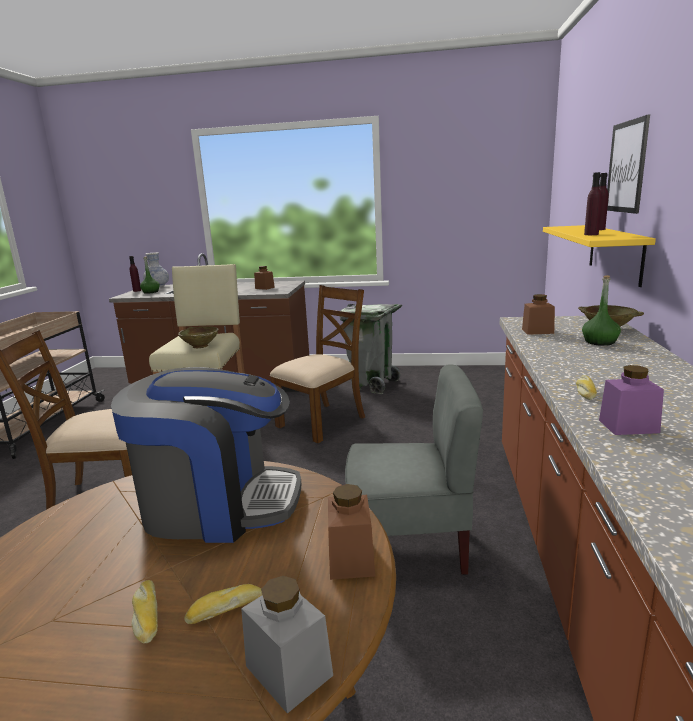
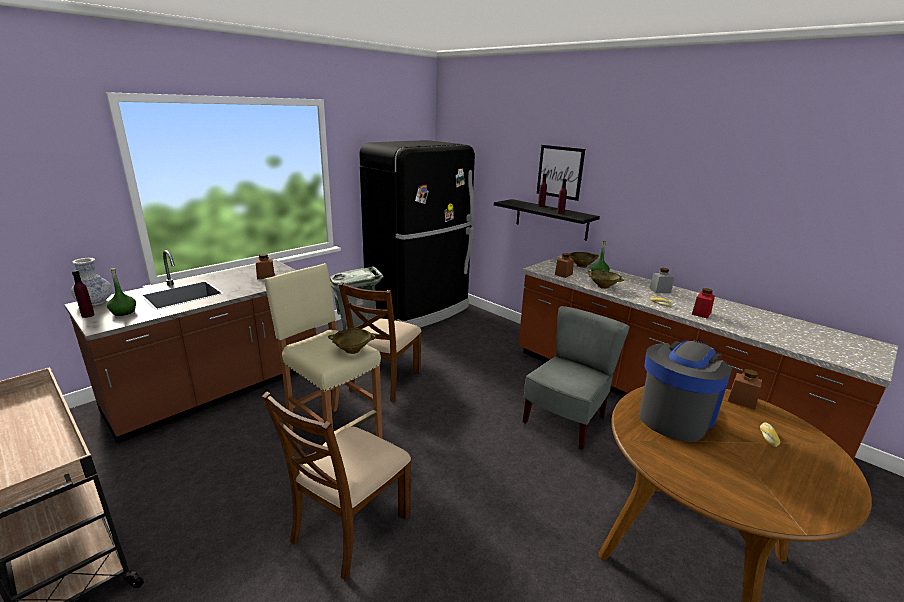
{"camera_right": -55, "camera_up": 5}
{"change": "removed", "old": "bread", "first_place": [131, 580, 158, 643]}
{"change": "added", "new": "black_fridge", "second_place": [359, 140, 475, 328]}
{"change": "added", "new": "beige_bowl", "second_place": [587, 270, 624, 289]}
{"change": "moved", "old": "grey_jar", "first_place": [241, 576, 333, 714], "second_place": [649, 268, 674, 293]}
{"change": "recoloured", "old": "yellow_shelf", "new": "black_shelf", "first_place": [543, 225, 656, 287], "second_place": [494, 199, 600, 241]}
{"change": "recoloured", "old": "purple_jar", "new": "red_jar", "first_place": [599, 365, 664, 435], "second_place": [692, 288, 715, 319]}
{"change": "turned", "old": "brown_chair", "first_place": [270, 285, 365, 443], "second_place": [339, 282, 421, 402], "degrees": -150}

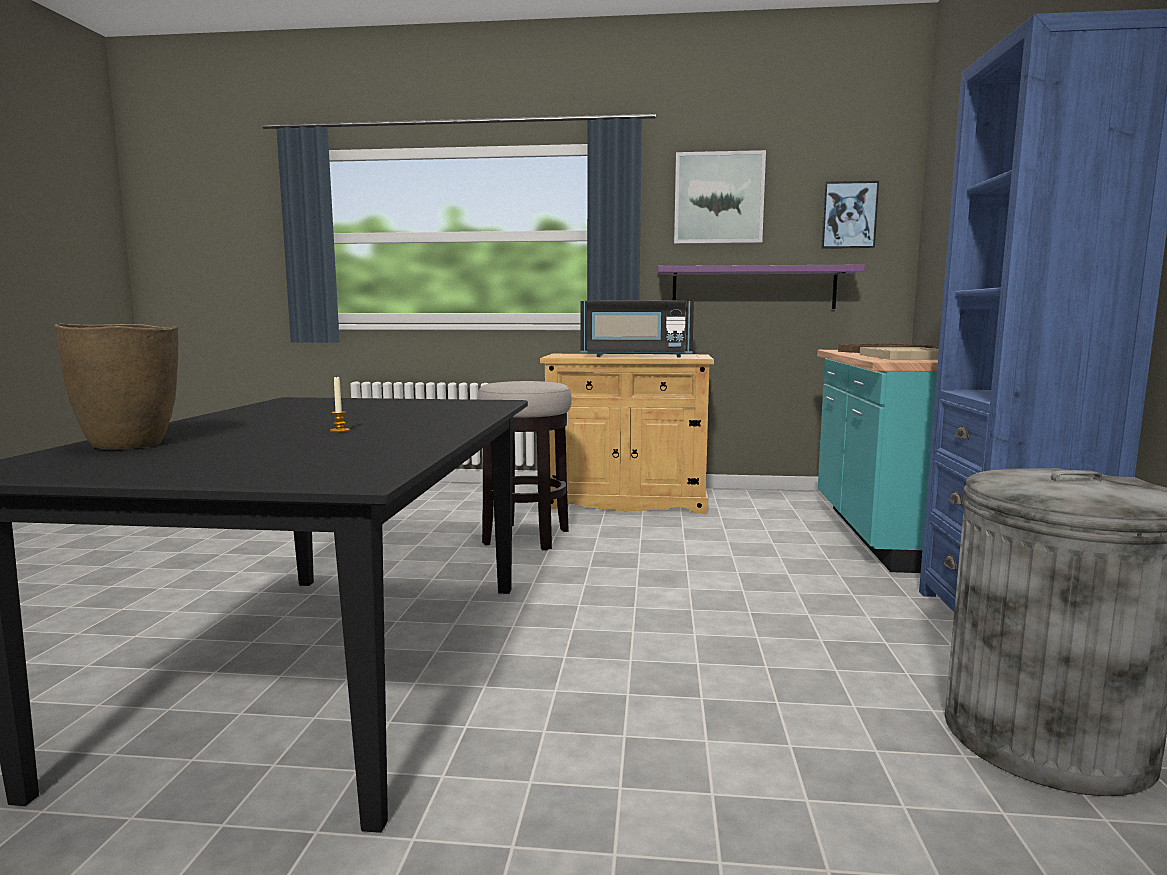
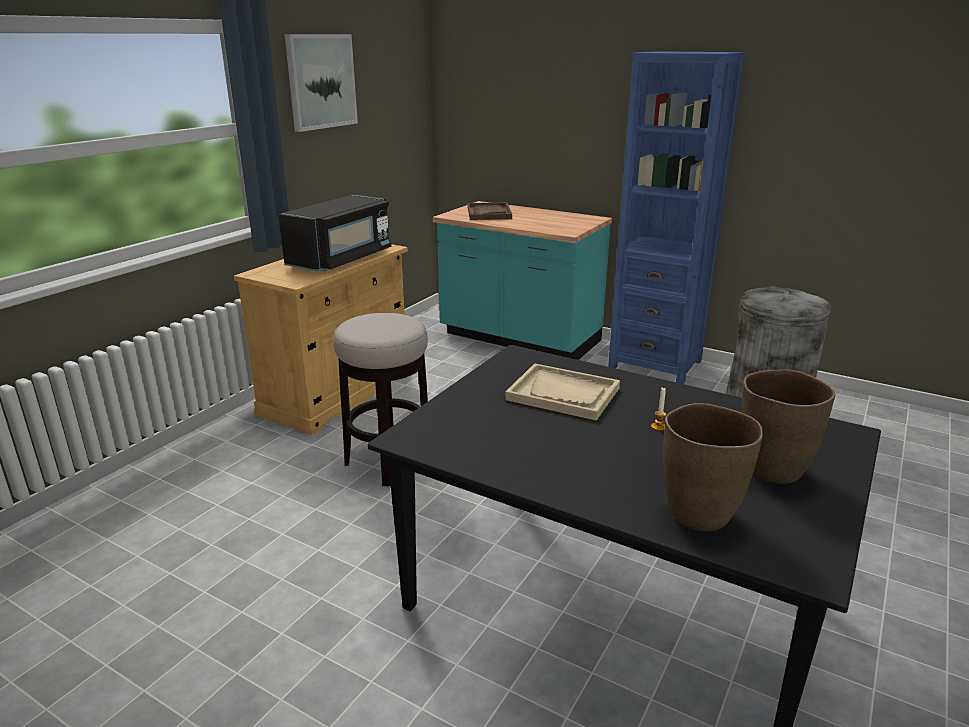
{"camera_right": -65, "camera_up": 15}
{"change": "removed", "old": "purple_shelf", "first_place": [658, 264, 865, 309]}
{"change": "removed", "old": "picture", "first_place": [821, 181, 879, 249]}
{"change": "added", "new": "brown_vase", "second_place": [742, 369, 835, 484]}
{"change": "moved", "old": "beige_tray", "first_place": [860, 347, 939, 360], "second_place": [505, 363, 620, 421]}

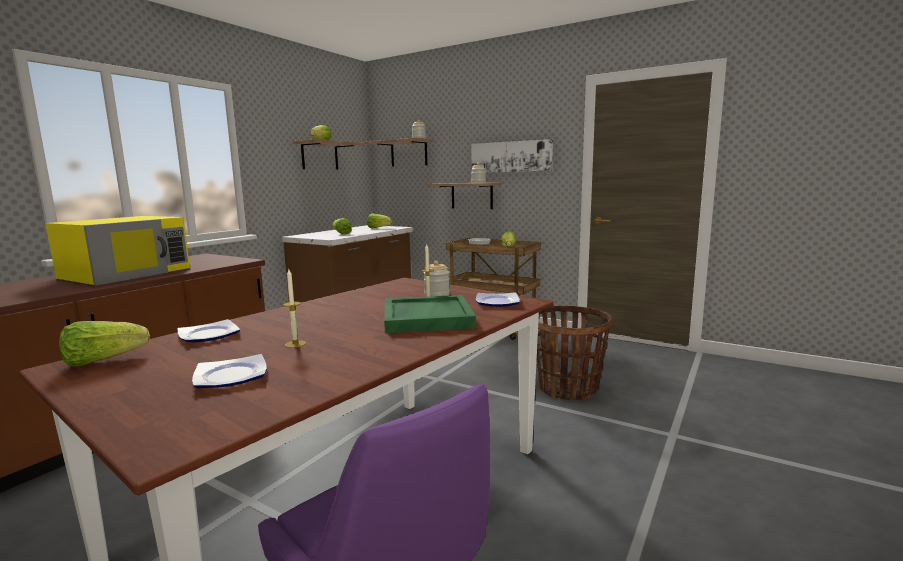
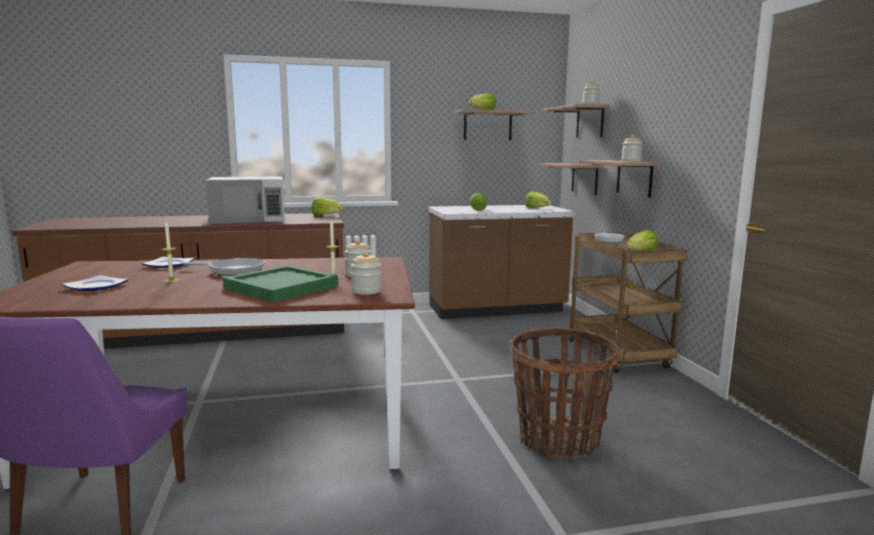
{"camera_right": 45, "camera_up": 0}
{"change": "removed", "old": "picture", "first_place": [471, 139, 553, 172]}
{"change": "added", "new": "frying_pan", "second_place": [181, 258, 265, 276]}
{"change": "added", "new": "shelf", "second_place": [539, 163, 604, 195]}
{"change": "moved", "old": "lettuce", "first_place": [59, 321, 150, 366], "second_place": [312, 197, 343, 215]}
{"change": "replaced", "old": "plate", "new": "jar", "first_place": [476, 292, 520, 307], "second_place": [351, 251, 381, 295]}
{"change": "recoloured", "old": "yellow_microwave", "new": "white_microwave", "first_place": [45, 216, 190, 285], "second_place": [206, 177, 285, 224]}

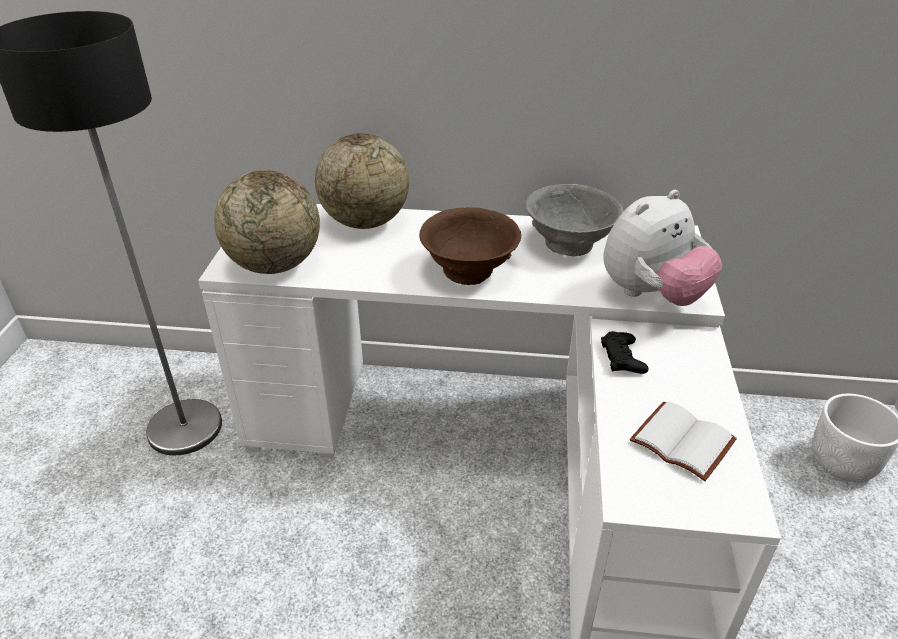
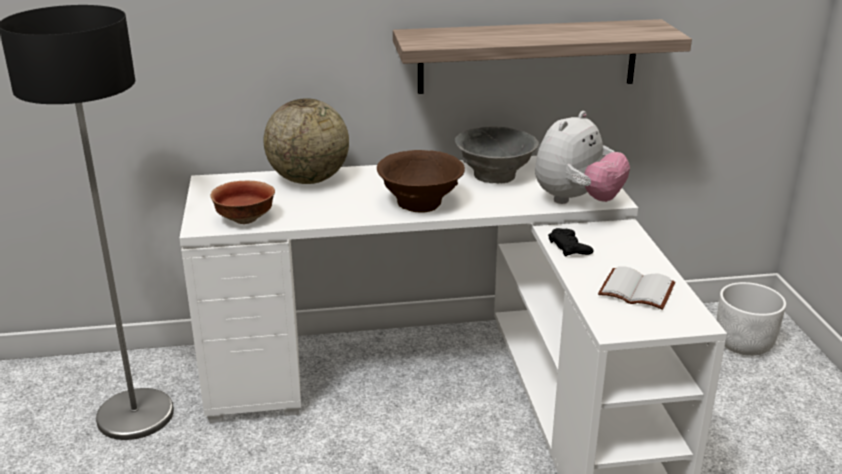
{"camera_right": -15, "camera_up": -10}
{"change": "added", "new": "shelf", "second_place": [393, 19, 692, 94]}
{"change": "replaced", "old": "globe", "new": "bowl", "first_place": [214, 170, 320, 274], "second_place": [210, 181, 275, 224]}

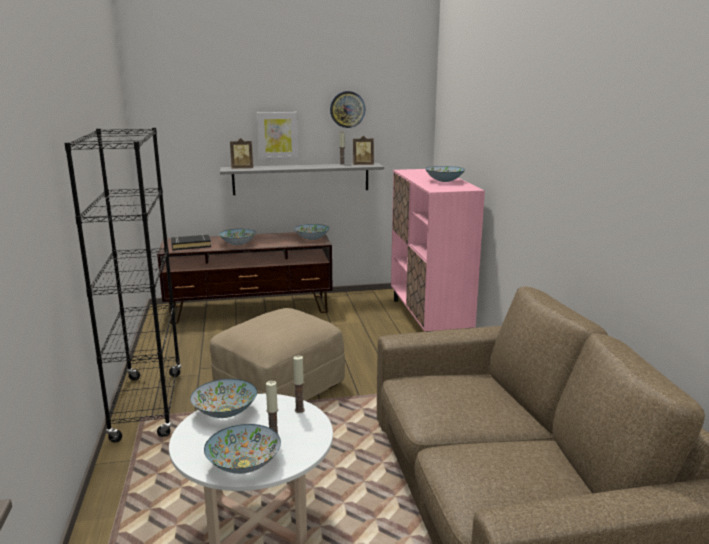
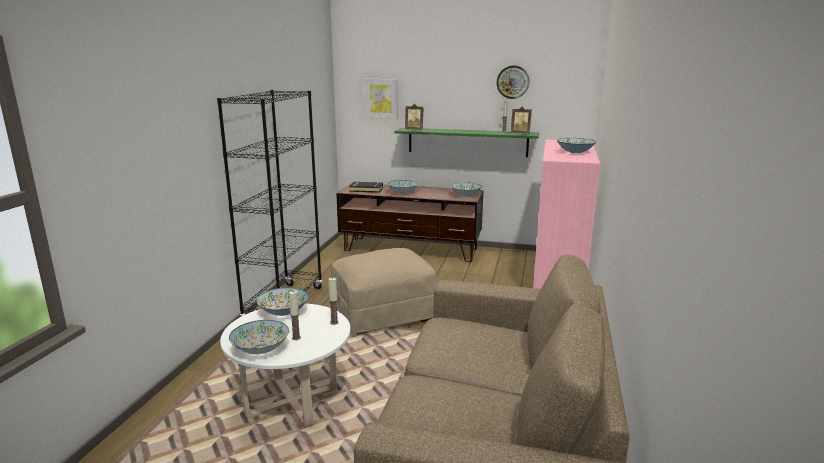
{"camera_right": 25, "camera_up": 0}
{"change": "moved", "old": "picture", "first_place": [257, 112, 299, 159], "second_place": [364, 79, 398, 119]}
{"change": "recoloured", "old": "grey_shelf", "new": "green_shelf", "first_place": [220, 163, 384, 195], "second_place": [394, 128, 539, 157]}

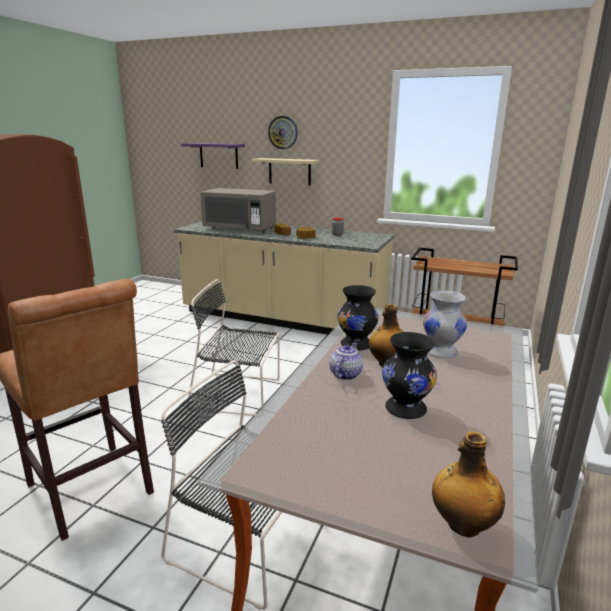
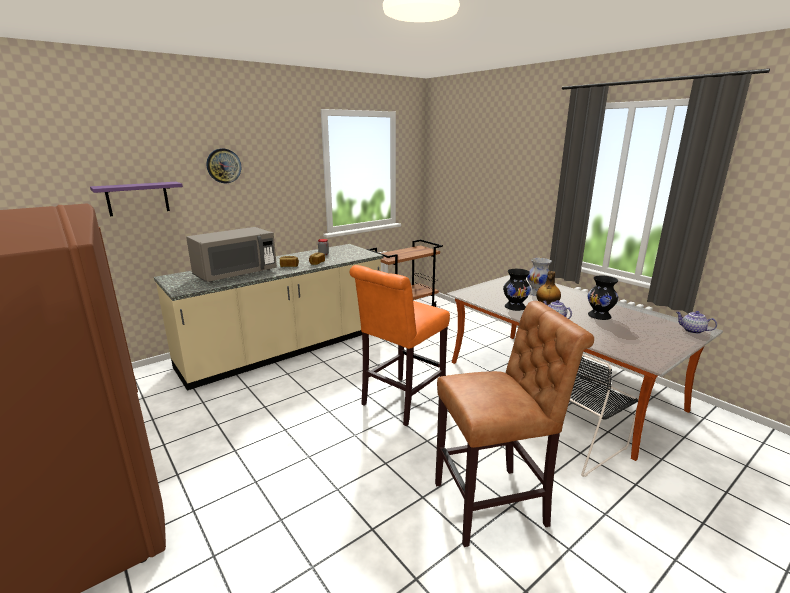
{"camera_right": -60, "camera_up": 0}
{"change": "removed", "old": "beige_shelf", "first_place": [252, 158, 320, 185]}
{"change": "replaced", "old": "black_chair", "new": "orange_stool", "first_place": [187, 279, 280, 416], "second_place": [350, 265, 450, 426]}
{"change": "replaced", "old": "bottle", "new": "teapot", "first_place": [432, 431, 505, 537], "second_place": [676, 311, 717, 334]}

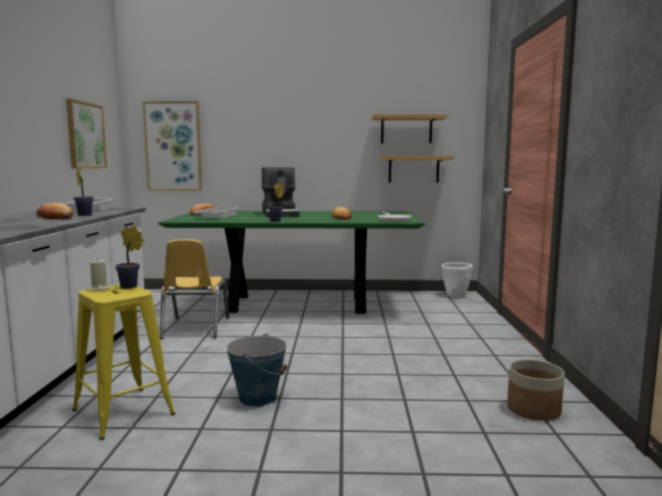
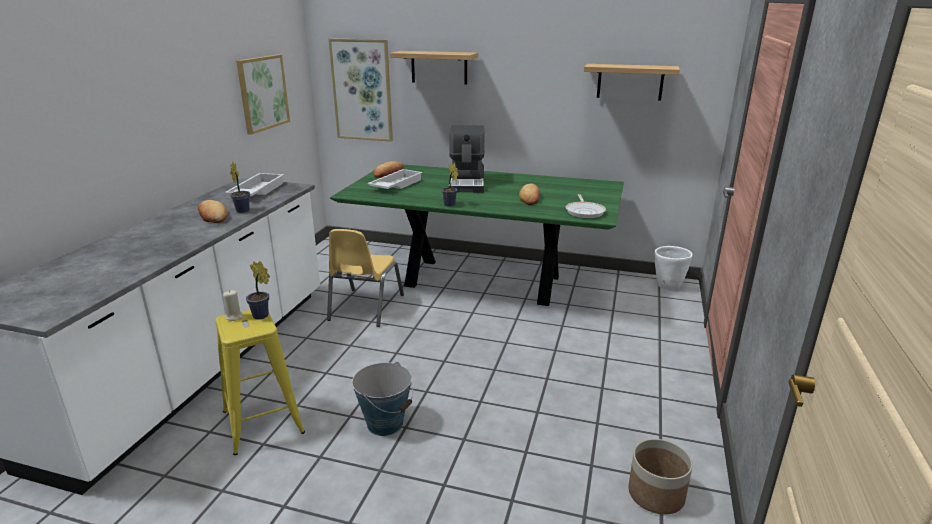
{"camera_right": 15, "camera_up": 15}
{"change": "moved", "old": "shelf", "first_place": [379, 156, 454, 183], "second_place": [390, 51, 478, 85]}

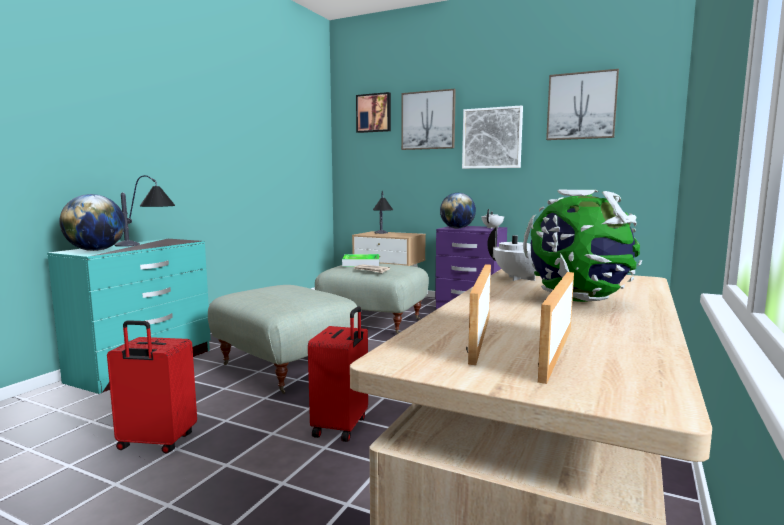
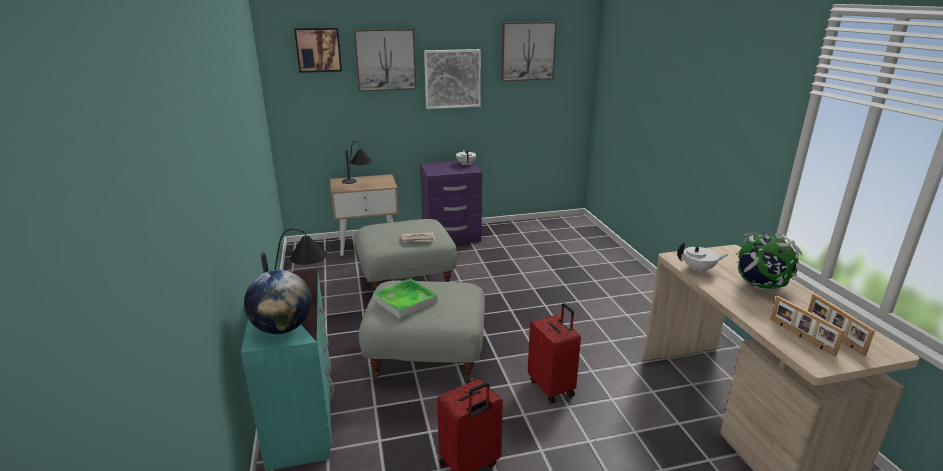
{"camera_right": -40, "camera_up": 15}
{"change": "removed", "old": "globe", "first_place": [440, 193, 476, 228]}
{"change": "moved", "old": "tray", "first_place": [342, 254, 379, 267], "second_place": [373, 278, 438, 319]}

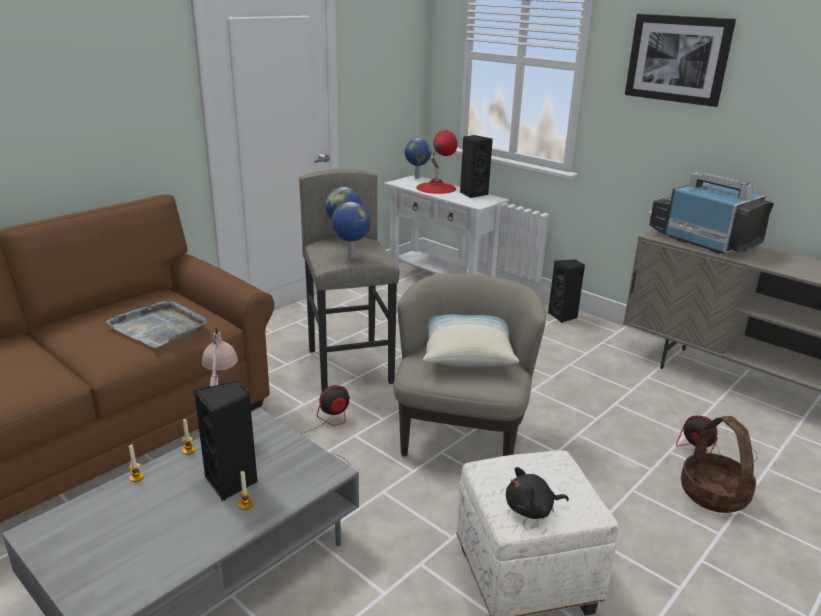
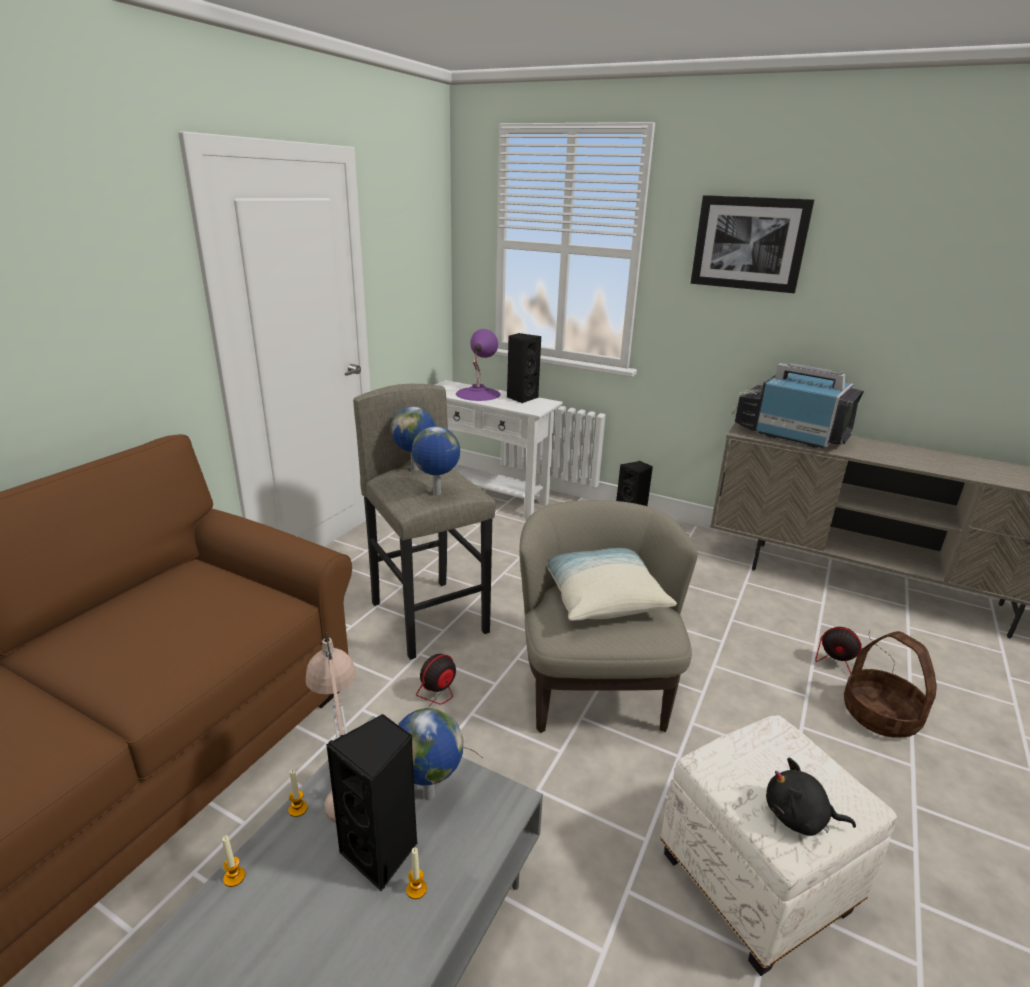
{"camera_right": -15, "camera_up": 0}
{"change": "removed", "old": "grey_tray", "first_place": [106, 299, 207, 348]}
{"change": "moved", "old": "globe", "first_place": [405, 138, 432, 178], "second_place": [398, 708, 463, 800]}
{"change": "recoloured", "old": "red_table_lamp", "new": "purple_table_lamp", "first_place": [416, 130, 458, 194], "second_place": [456, 329, 501, 401]}
{"change": "turned", "old": "black_plush_toy", "first_place": [506, 467, 569, 519], "second_place": [766, 758, 856, 836], "degrees": 45}

